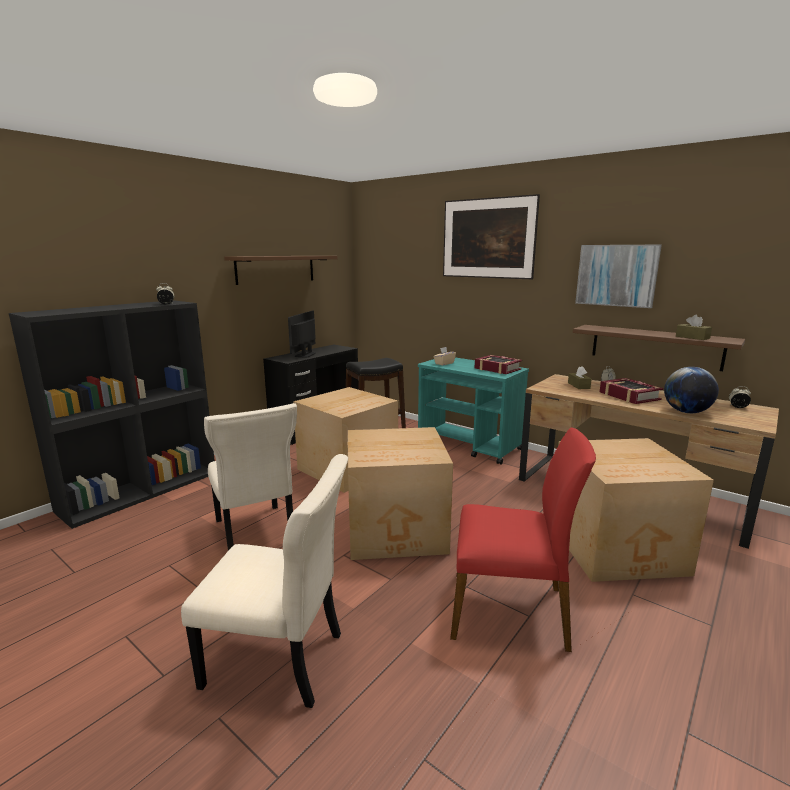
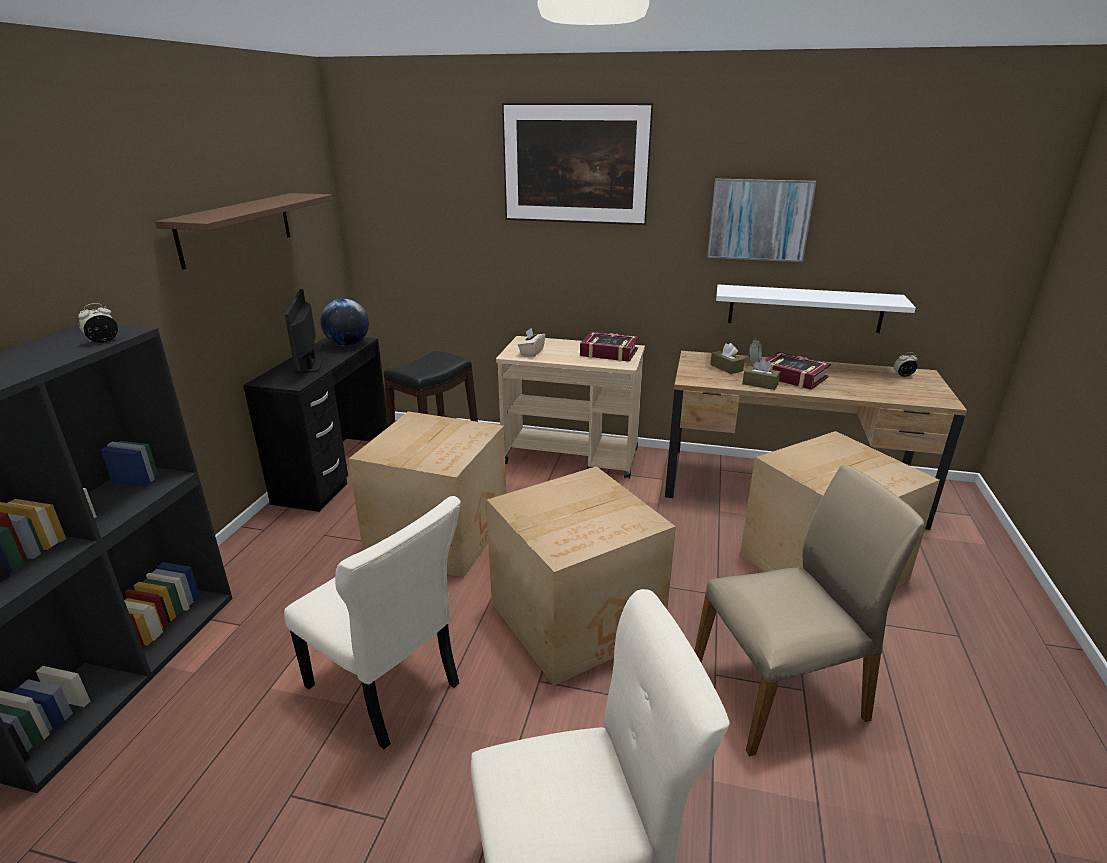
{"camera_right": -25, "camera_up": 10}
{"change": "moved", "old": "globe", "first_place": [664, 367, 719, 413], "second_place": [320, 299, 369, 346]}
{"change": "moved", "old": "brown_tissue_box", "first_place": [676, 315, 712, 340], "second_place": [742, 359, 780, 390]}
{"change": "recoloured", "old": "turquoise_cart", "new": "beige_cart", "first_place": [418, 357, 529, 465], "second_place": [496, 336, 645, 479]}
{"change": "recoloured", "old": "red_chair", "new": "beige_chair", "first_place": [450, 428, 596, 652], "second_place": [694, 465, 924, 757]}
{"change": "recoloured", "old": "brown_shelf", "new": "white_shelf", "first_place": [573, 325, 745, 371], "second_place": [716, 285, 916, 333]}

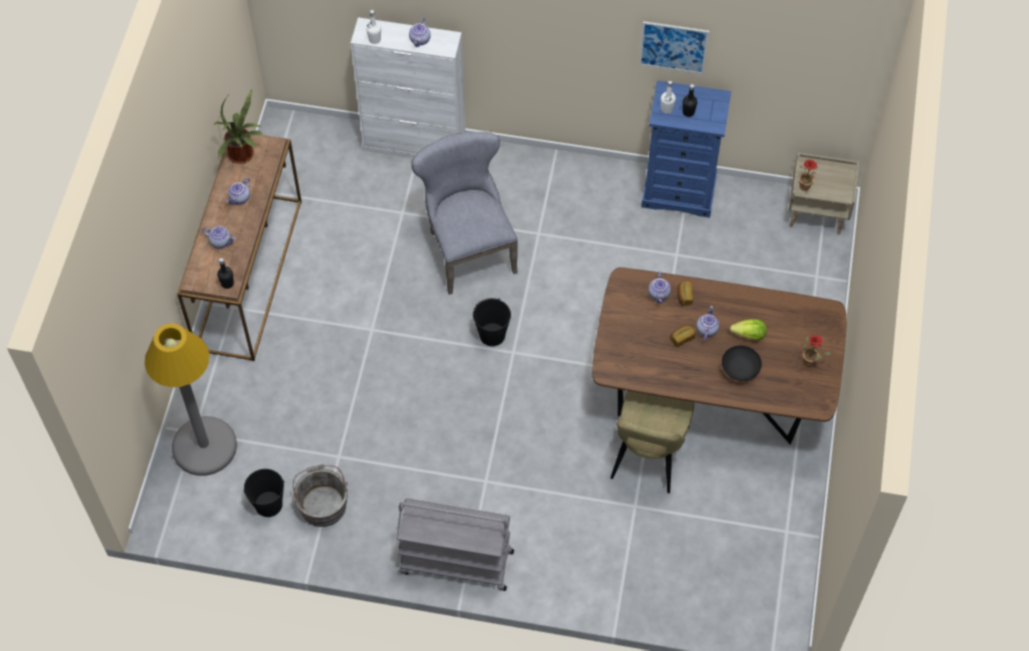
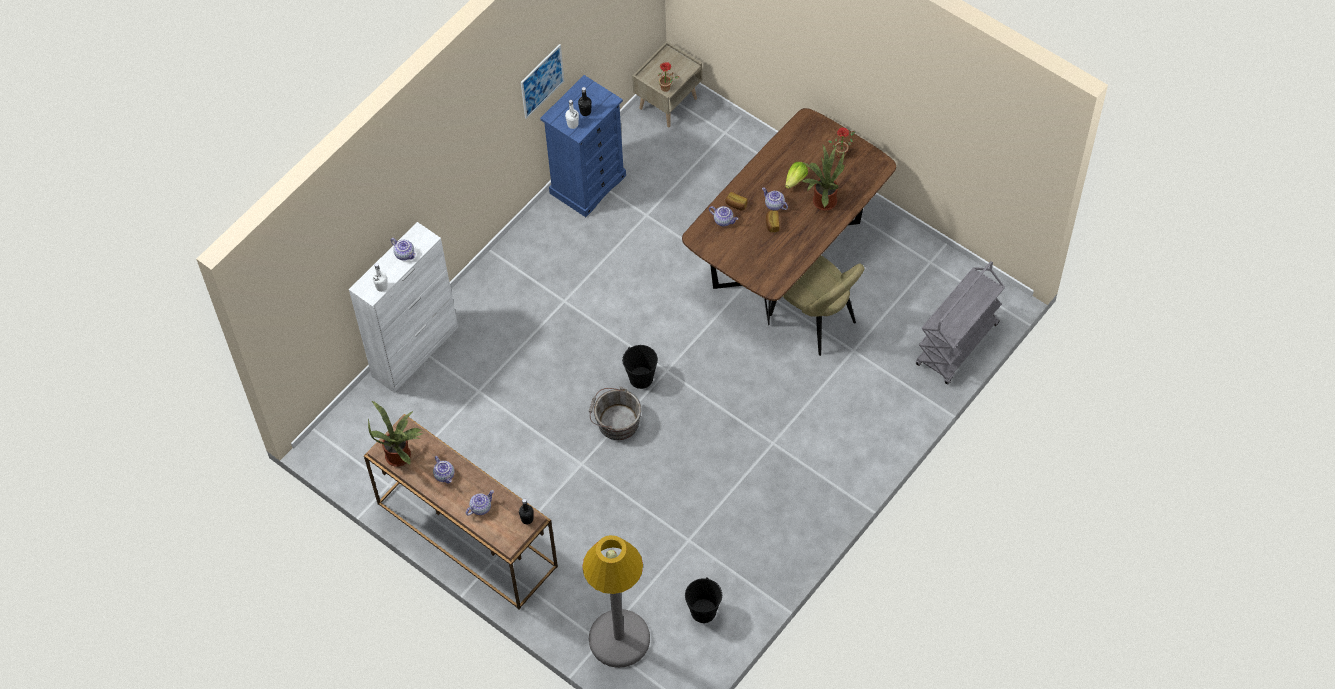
{"camera_right": -60, "camera_up": 0}
{"change": "removed", "old": "grey_chair", "first_place": [411, 132, 518, 295]}
{"change": "moved", "old": "grey_bucket", "first_place": [293, 464, 348, 527], "second_place": [589, 387, 642, 440]}
{"change": "moved", "old": "grey_cart", "first_place": [396, 498, 514, 591], "second_place": [916, 261, 1005, 385]}
{"change": "replaced", "old": "black_bowl", "new": "potted_plant", "first_place": [722, 346, 762, 381], "second_place": [802, 143, 845, 211]}

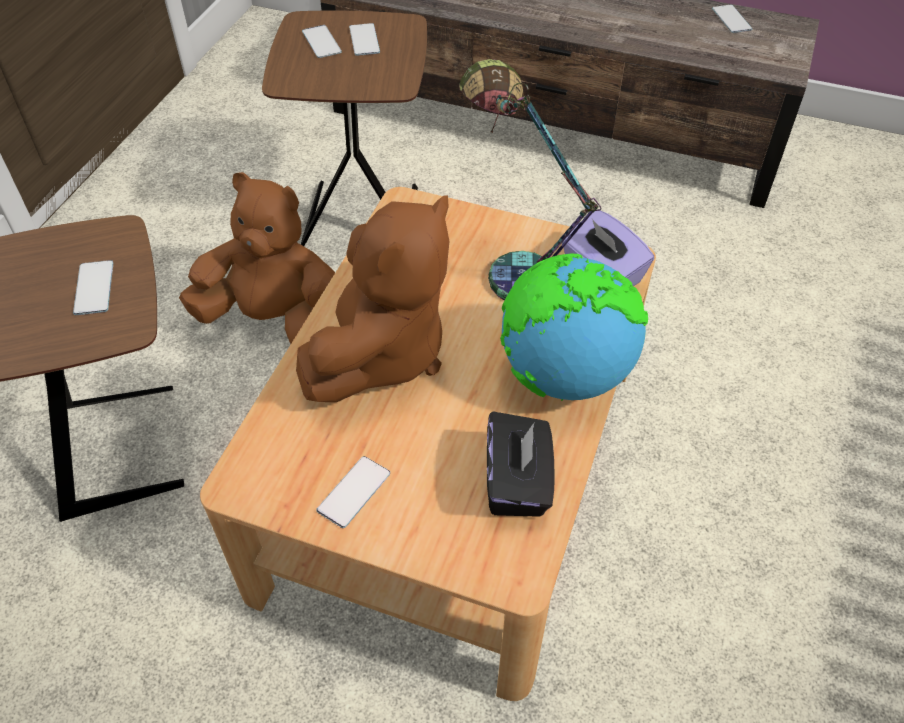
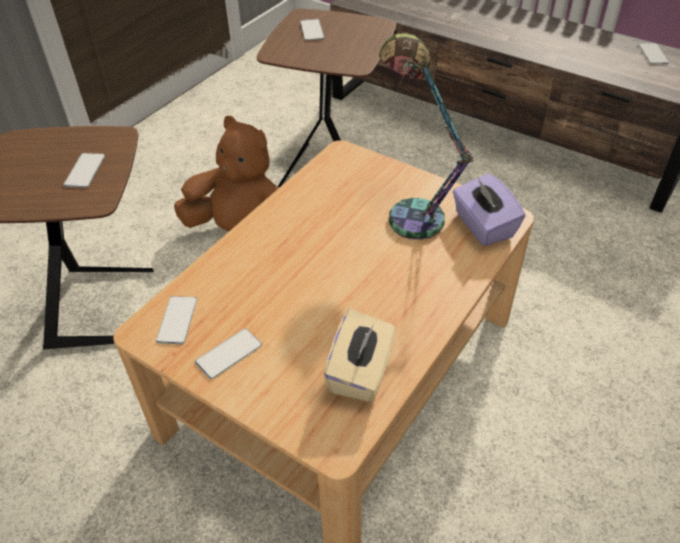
{"camera_right": 15, "camera_up": -5}
{"change": "removed", "old": "brown_plush_toy", "first_place": [296, 195, 449, 402]}
{"change": "removed", "old": "globe", "first_place": [500, 253, 648, 401]}
{"change": "moved", "old": "phone", "first_place": [349, 23, 380, 56], "second_place": [156, 296, 197, 344]}
{"change": "recoloured", "old": "black_tissue_box", "new": "beige_tissue_box", "first_place": [487, 411, 554, 517], "second_place": [323, 309, 396, 402]}

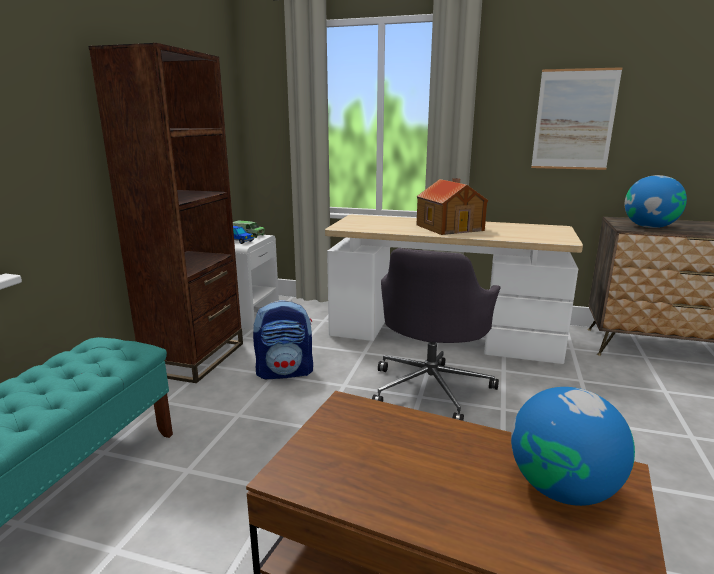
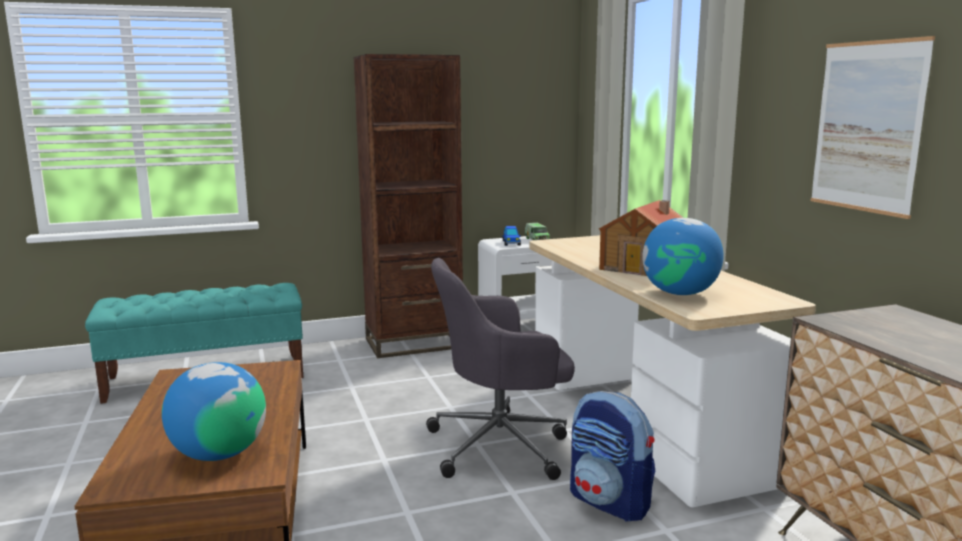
{"camera_right": 55, "camera_up": -5}
{"change": "moved", "old": "backpack", "first_place": [253, 300, 313, 379], "second_place": [570, 391, 655, 522]}
{"change": "moved", "old": "globe", "first_place": [625, 175, 687, 228], "second_place": [642, 218, 724, 295]}

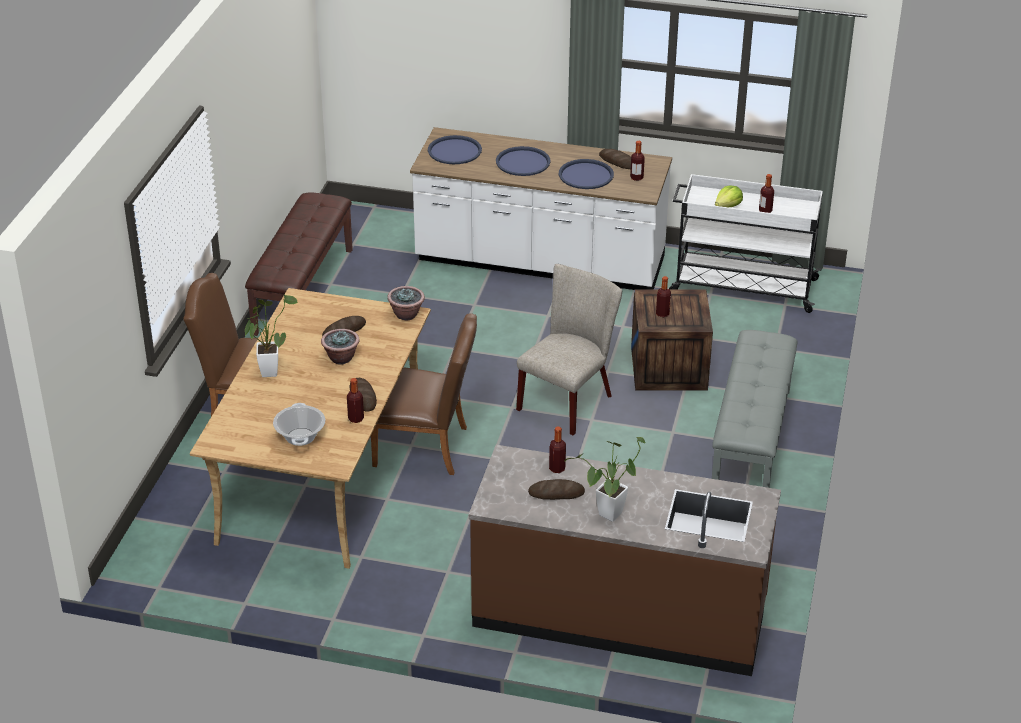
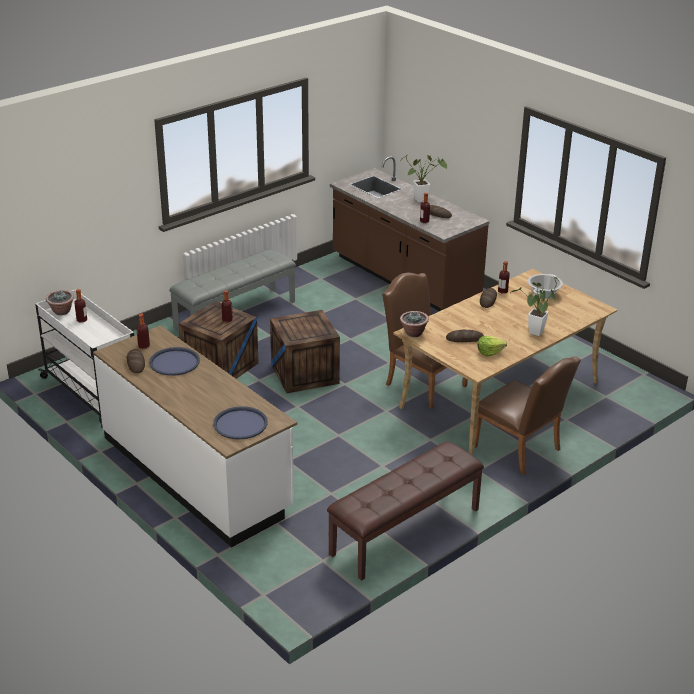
{"camera_right": -145, "camera_up": -5}
{"change": "removed", "old": "blue_tray", "first_place": [496, 146, 551, 176]}
{"change": "moved", "old": "potted_plant", "first_place": [321, 329, 360, 365], "second_place": [46, 290, 74, 315]}
{"change": "moved", "old": "lettuce", "first_place": [715, 185, 743, 208], "second_place": [478, 336, 507, 356]}
{"change": "replaced", "old": "beige_chair", "new": "crate", "first_place": [516, 264, 622, 435], "second_place": [270, 310, 340, 393]}

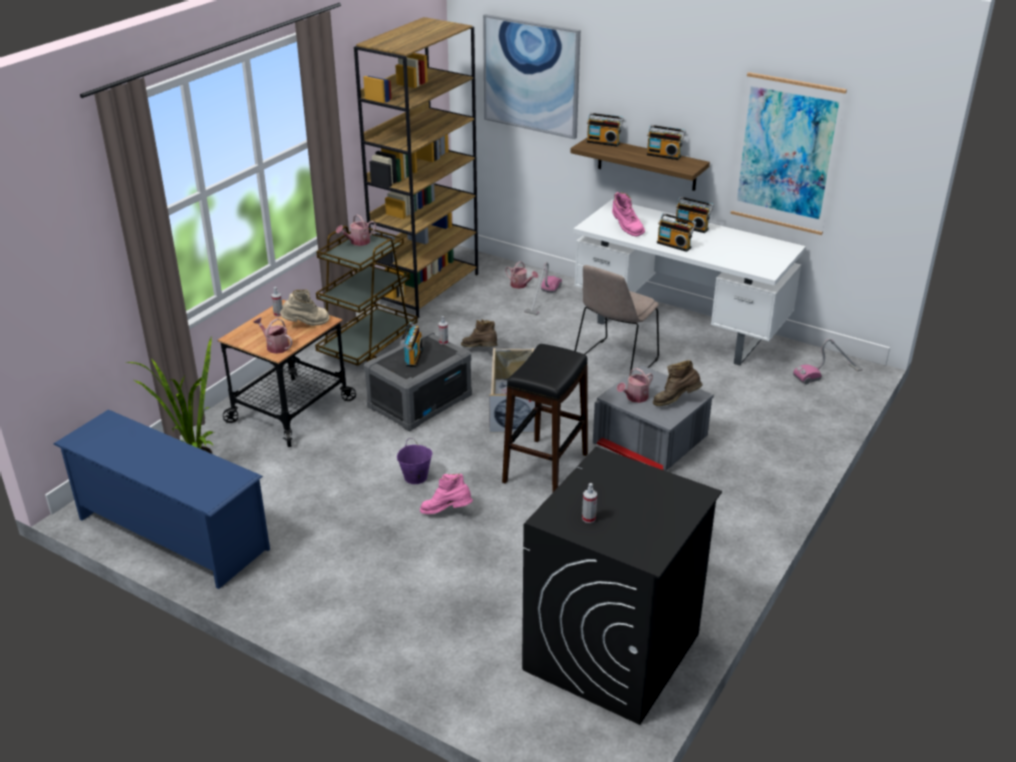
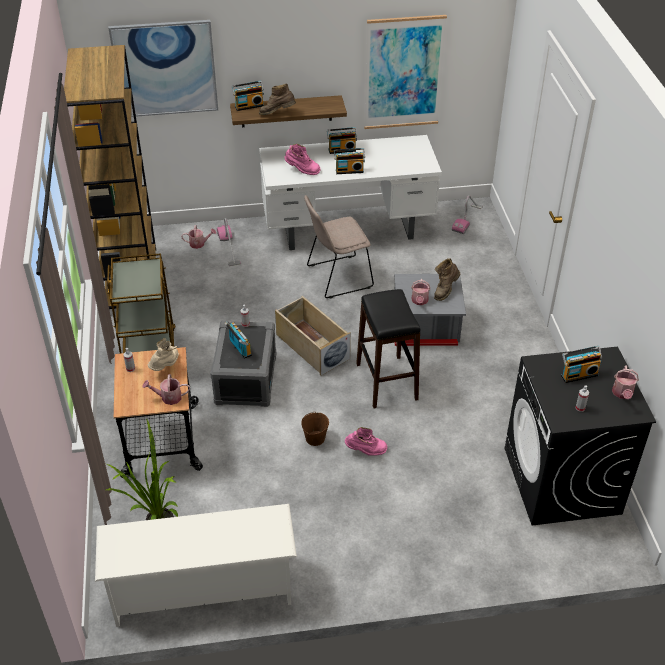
{"camera_right": -40, "camera_up": 10}
{"change": "moved", "old": "watering_can", "first_place": [336, 214, 376, 246], "second_place": [612, 365, 639, 399]}
{"change": "moved", "old": "brown_boot", "first_place": [461, 319, 498, 347], "second_place": [259, 83, 296, 115]}
{"change": "moved", "old": "radio", "first_place": [646, 125, 685, 160], "second_place": [561, 346, 602, 383]}
{"change": "recoloured", "old": "blue_shoe_rack", "new": "white_shoe_rack", "first_place": [53, 409, 270, 589], "second_place": [95, 504, 297, 627]}
{"change": "recoloured", "old": "purple_bucket", "new": "brown_bucket", "first_place": [397, 438, 432, 484], "second_place": [301, 412, 329, 446]}
{"change": "turned", "old": "pink_boot", "first_place": [420, 474, 473, 514], "second_place": [345, 427, 387, 455], "degrees": -150}
{"change": "turned", "old": "beige_chair", "first_place": [575, 265, 659, 372], "second_place": [304, 195, 374, 298], "degrees": 75}

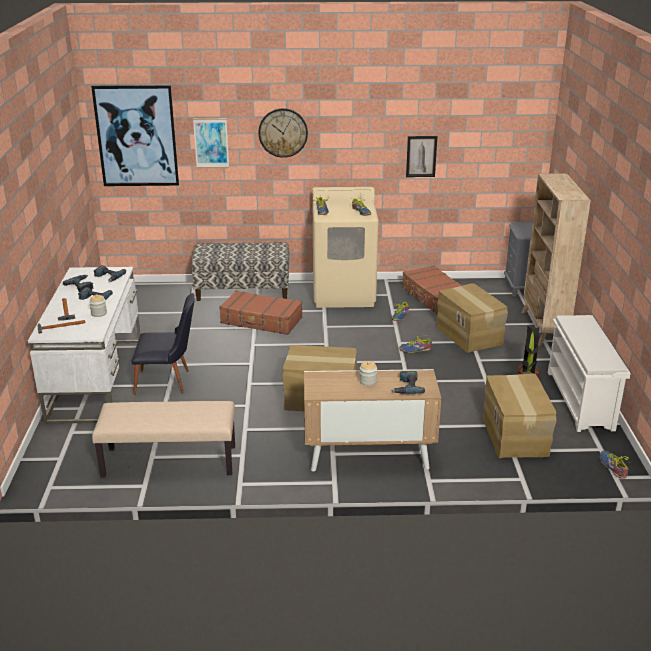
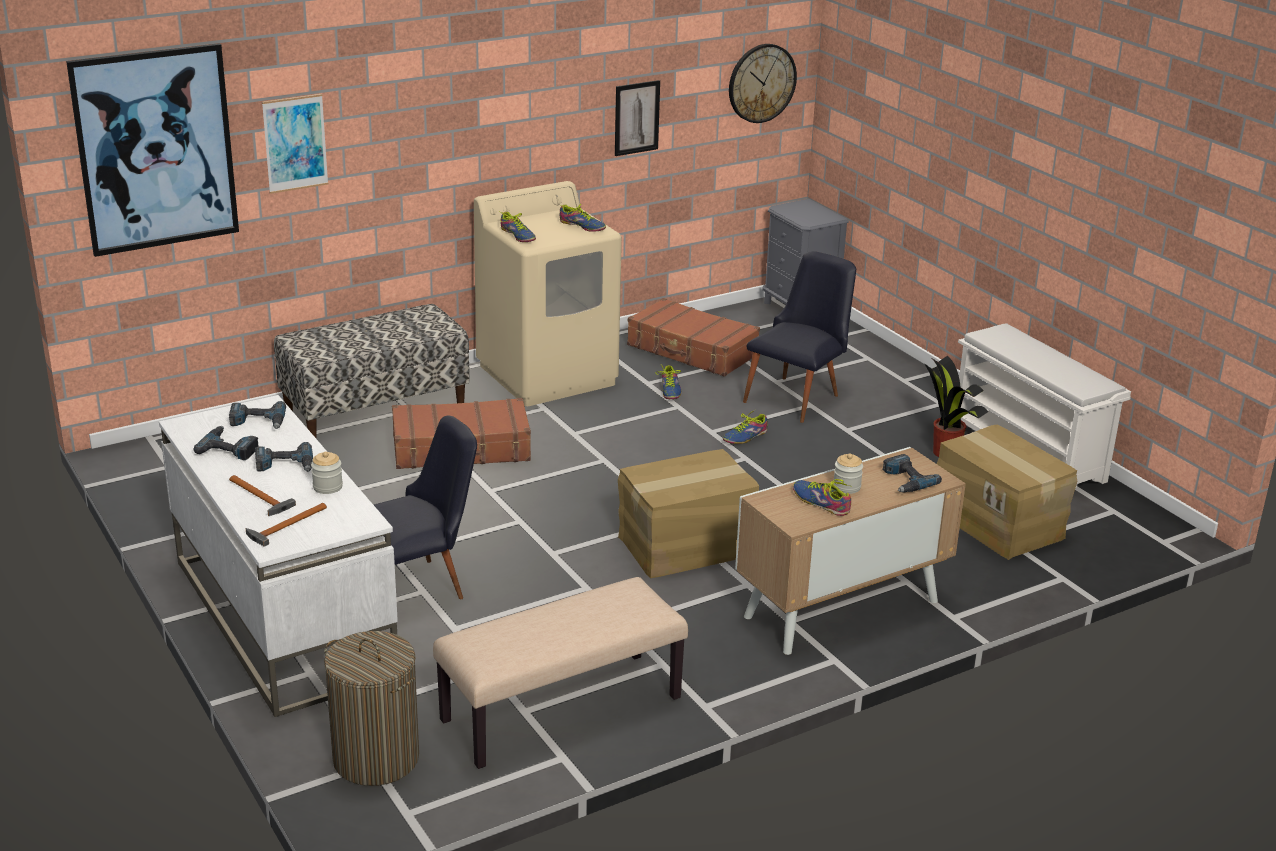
{"camera_right": -30, "camera_up": 0}
{"change": "removed", "old": "beige_bookcase", "first_place": [521, 173, 591, 346]}
{"change": "added", "new": "laundry_basket", "second_place": [324, 631, 419, 786]}
{"change": "moved", "old": "wall_clock", "first_place": [258, 108, 308, 158], "second_place": [729, 44, 797, 123]}
{"change": "moved", "old": "shoe", "first_place": [600, 450, 629, 478], "second_place": [793, 479, 851, 516]}
{"change": "replaced", "old": "cardboard_box", "new": "black_chair", "first_place": [437, 283, 508, 353], "second_place": [743, 251, 856, 423]}

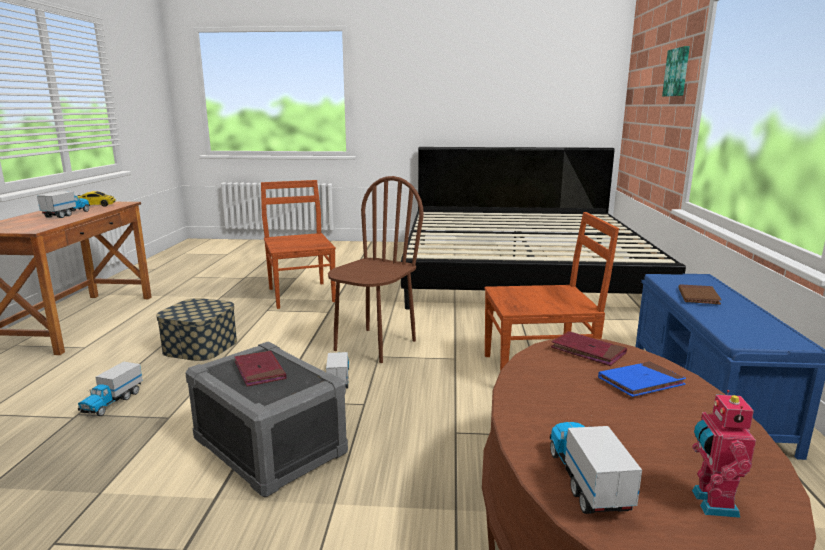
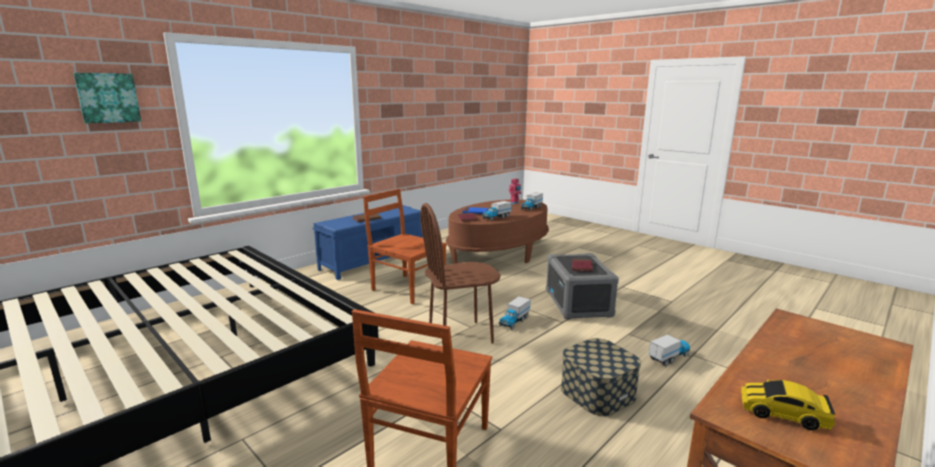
{"camera_right": -140, "camera_up": 0}
{"change": "moved", "old": "toy_truck", "first_place": [37, 191, 90, 218], "second_place": [482, 201, 512, 221]}

